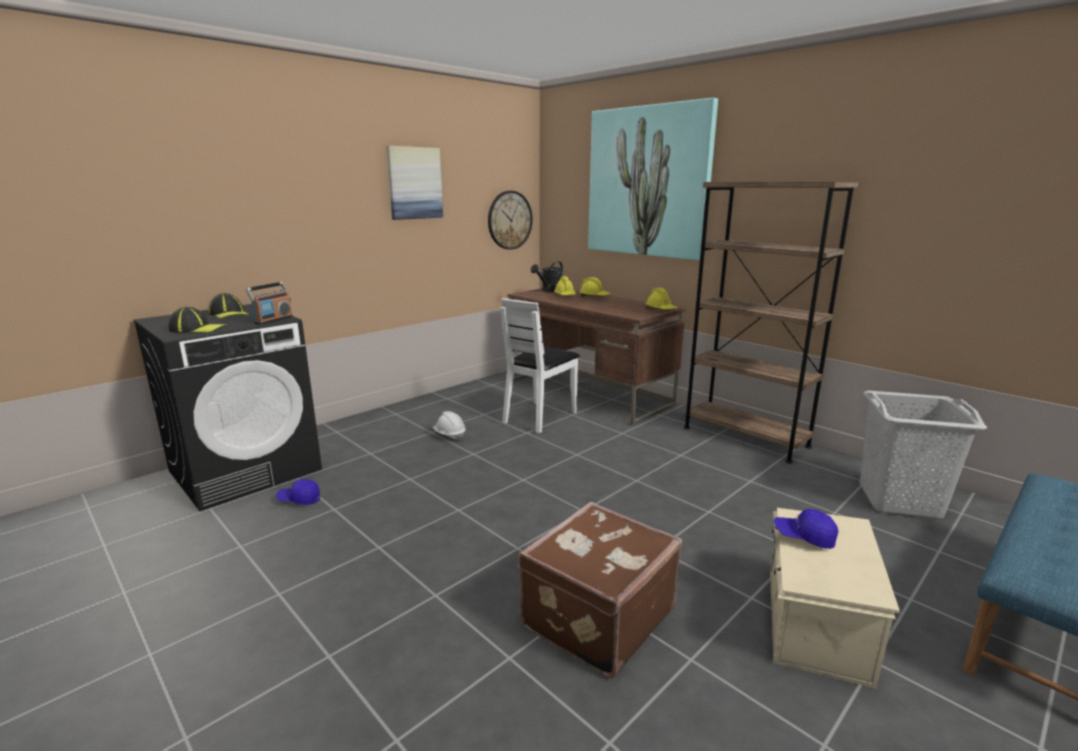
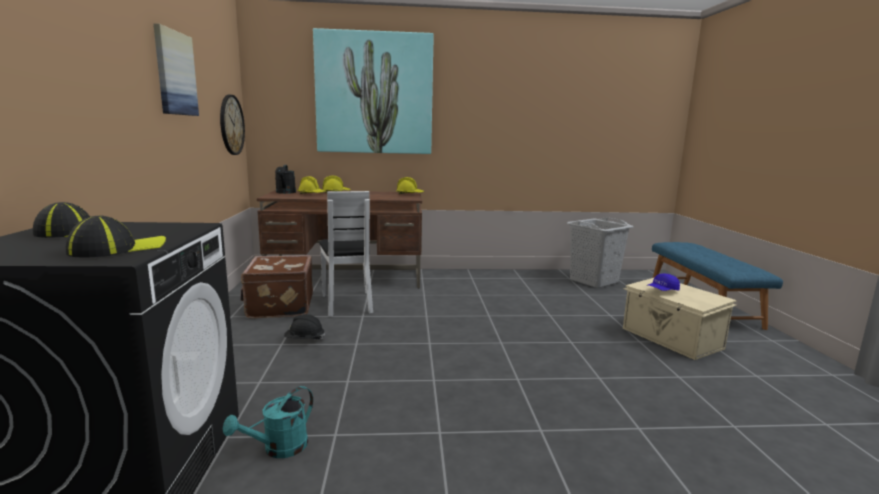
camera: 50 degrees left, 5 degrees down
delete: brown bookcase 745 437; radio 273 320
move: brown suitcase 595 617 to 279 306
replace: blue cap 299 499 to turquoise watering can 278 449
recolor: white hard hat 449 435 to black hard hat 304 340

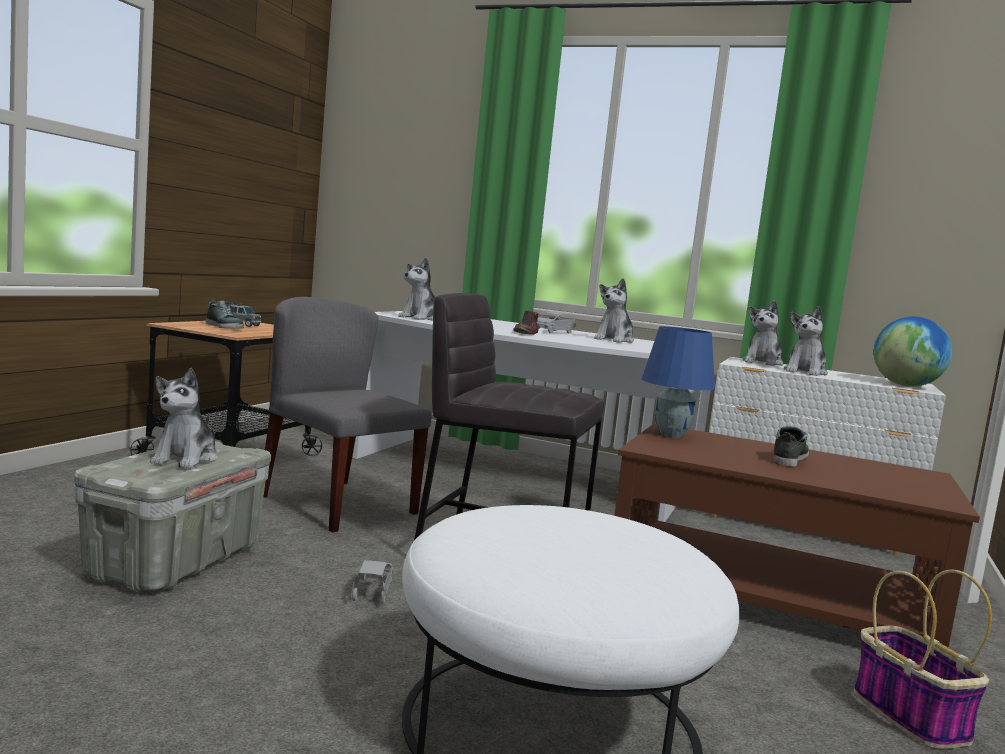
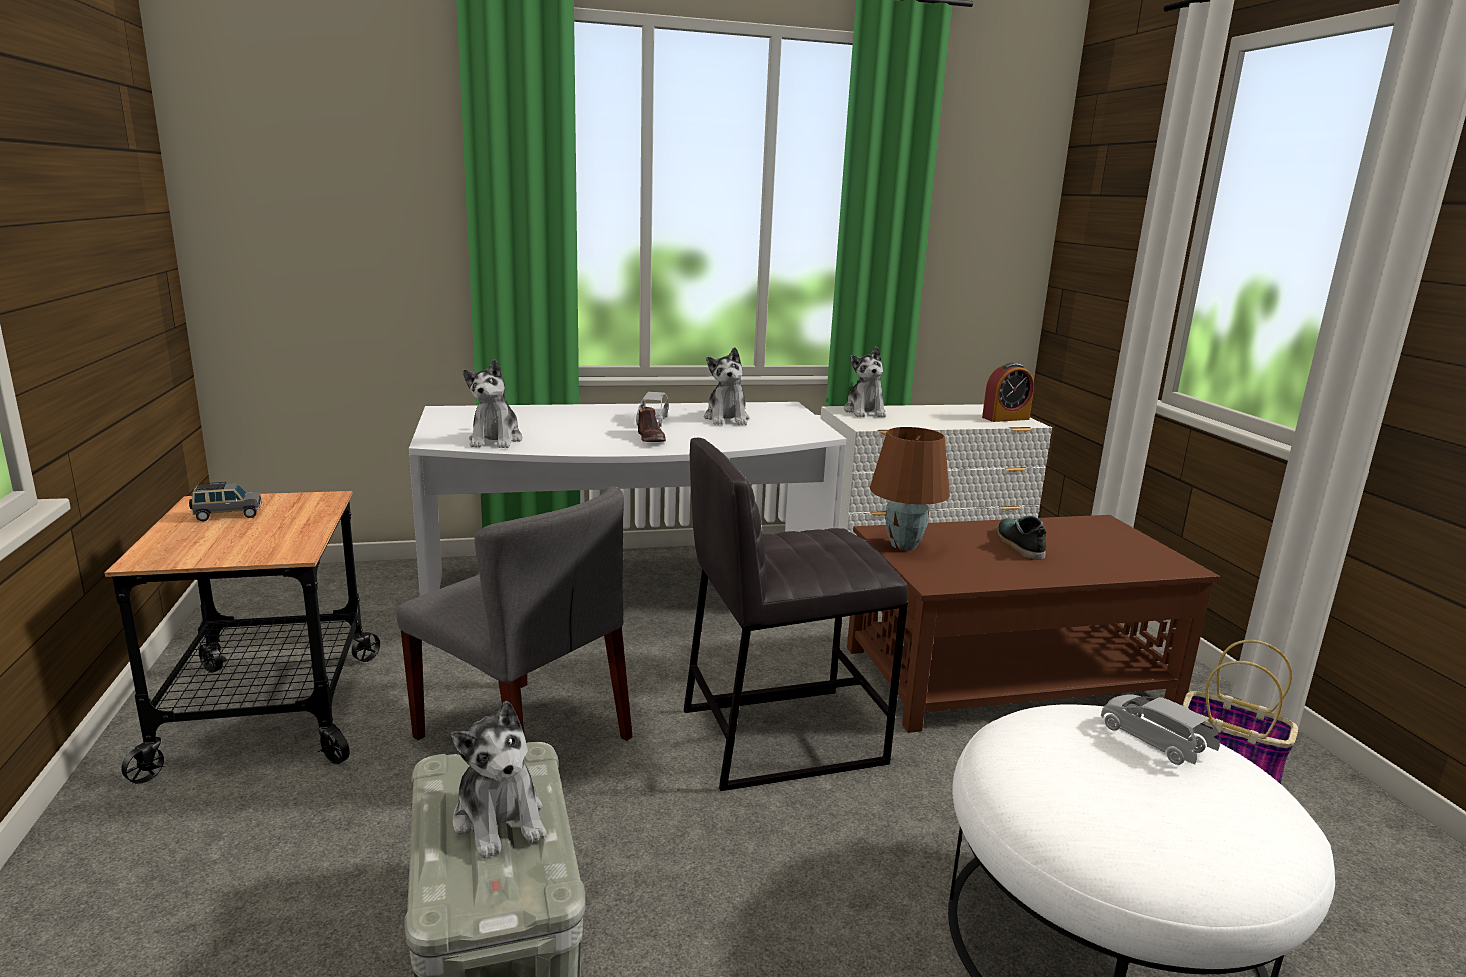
camera: 35 degrees left, 10 degrees up
delete: shoe 225 326; plush toy 805 372
move: grey toy car 372 591 to 1153 740
replace: globe 906 386 to alarm clock 1005 418
recolor: blue table lamp 670 435 to brown table lamp 902 545
rotate: grey chair 337 504 = 525 738 150 degrees counterclockwise

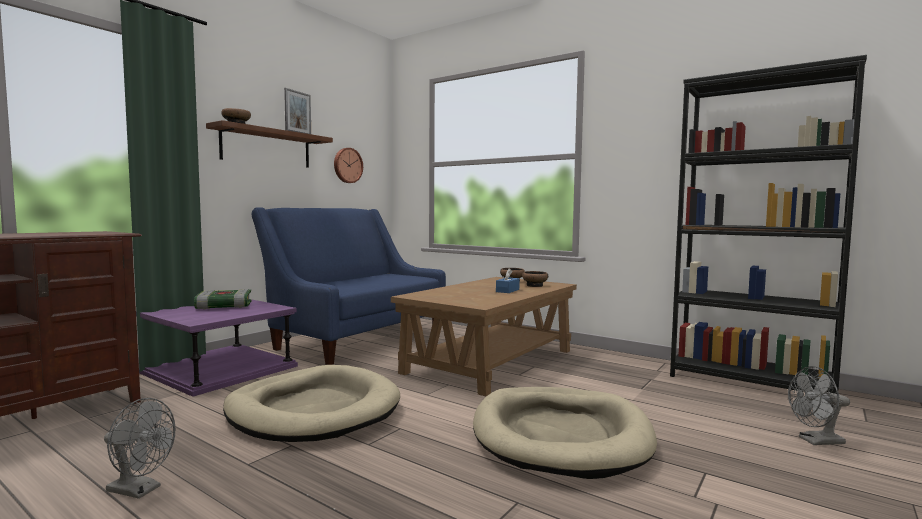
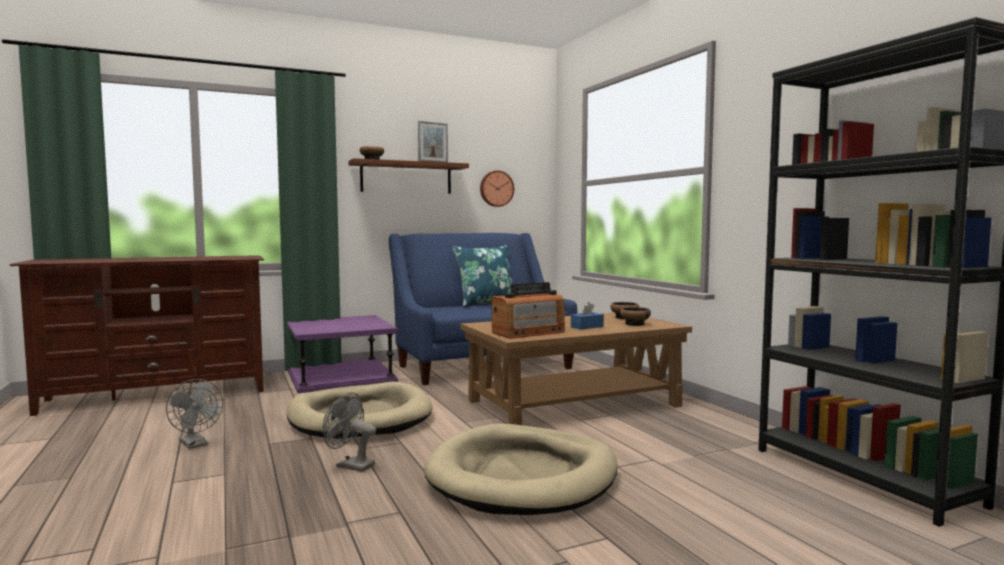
camera: 30 degrees right, 0 degrees up
delete: book 223 306
insert: blue pillow 486 304; radio 528 333
move: grey fan 816 441 to 350 465

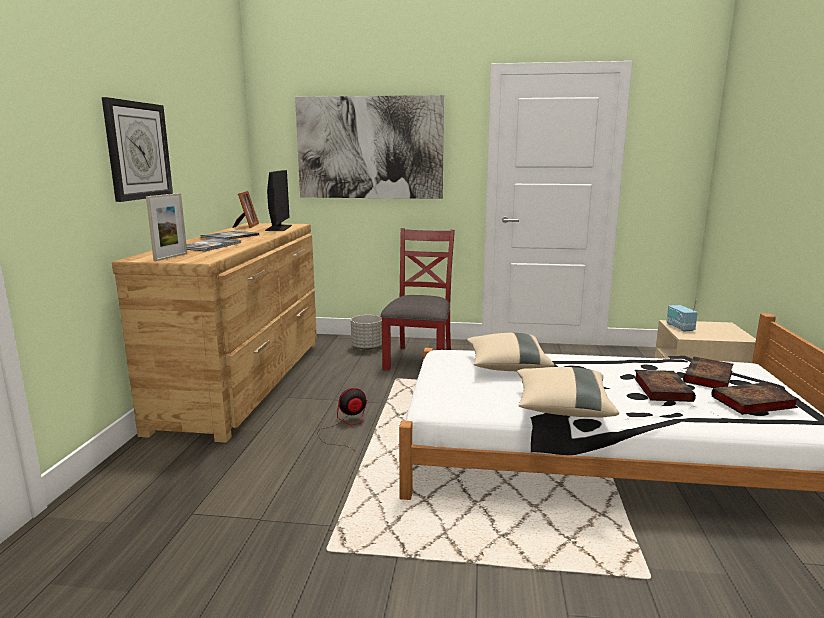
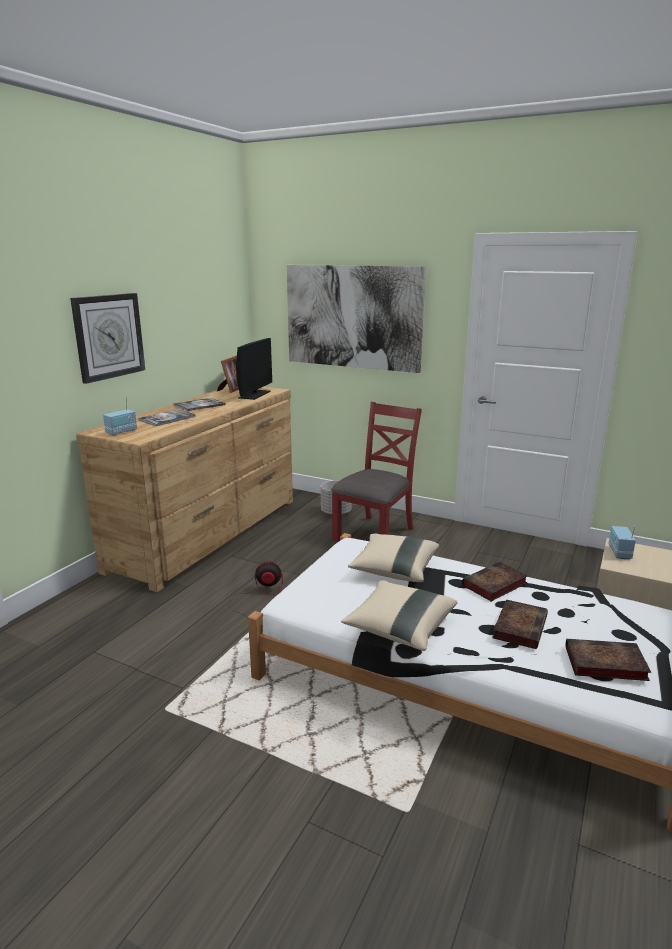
camera: 20 degrees right, 5 degrees up
move: book 708 378 to 494 585
replace: picture frame 171 257 to radio 121 432

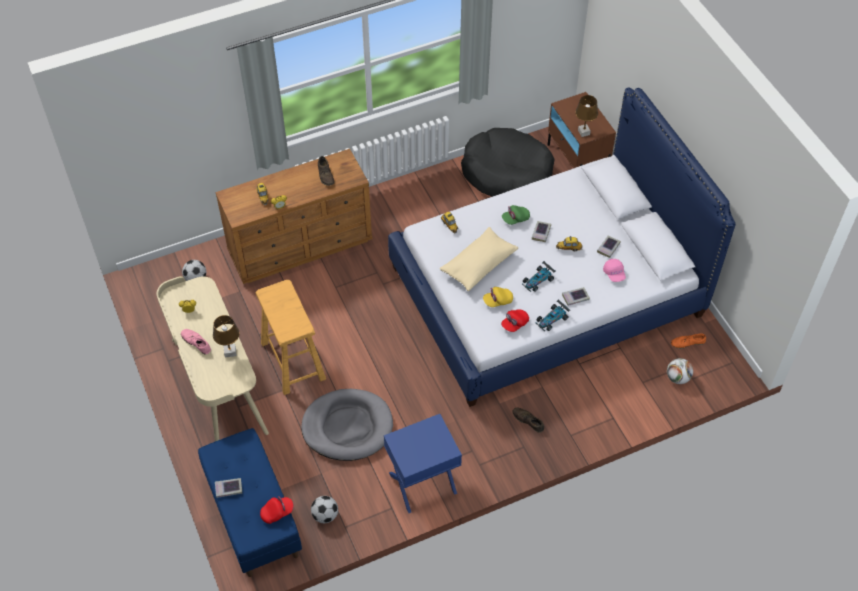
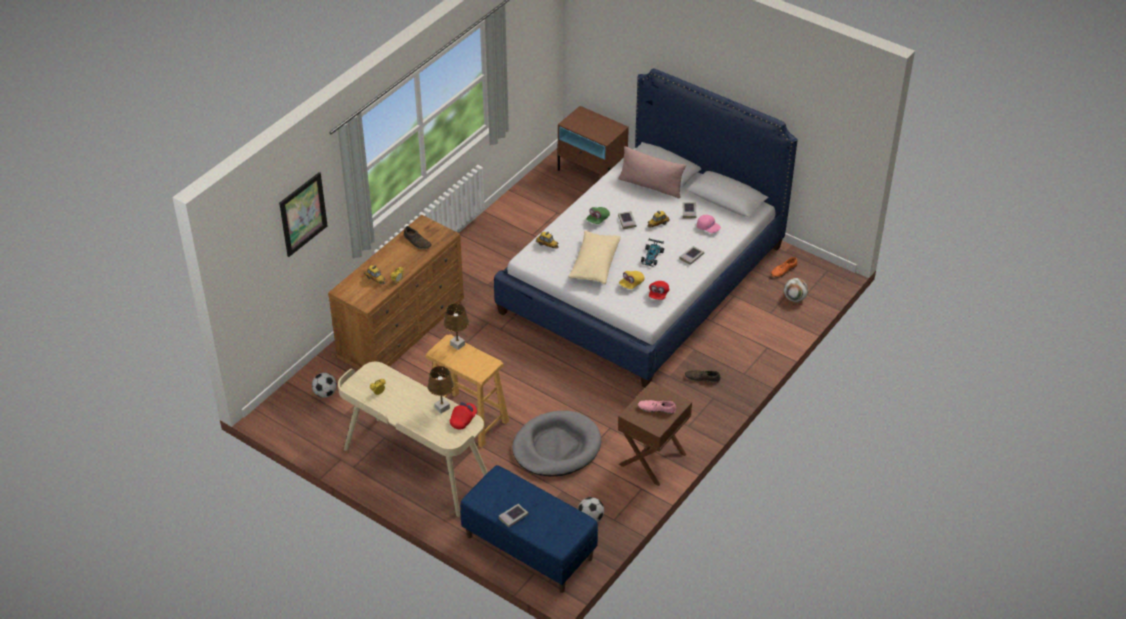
camera: 30 degrees left, 10 degrees down
delete: black dog bed 507 174; toy car 552 319
insert: pink pillow 650 186; picture 303 214
move: brown table lamp 583 132 to 457 345; pink shoe 196 343 to 656 409; red cap 277 512 to 463 420
recolor: blue nightstand 423 483 to brown nightstand 653 460

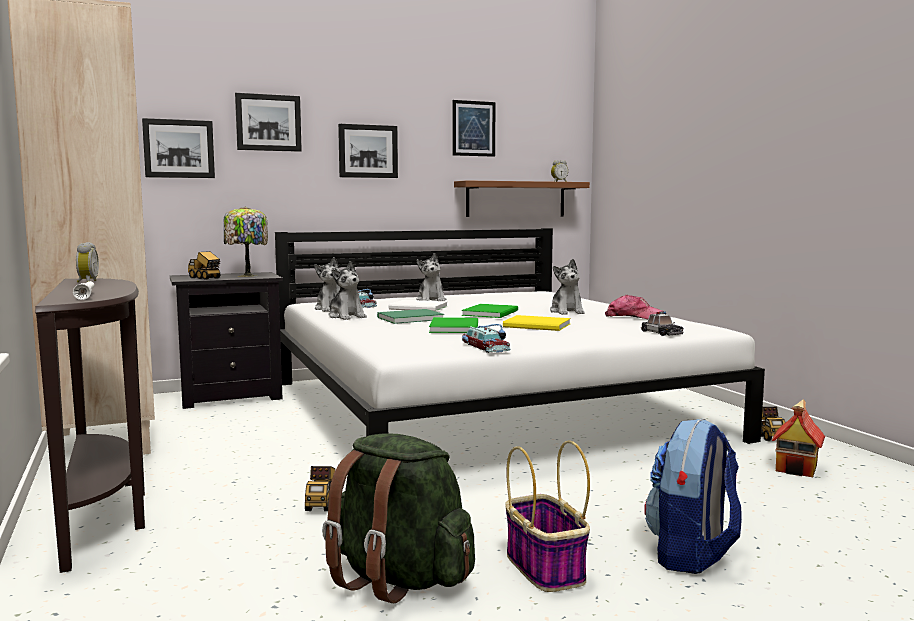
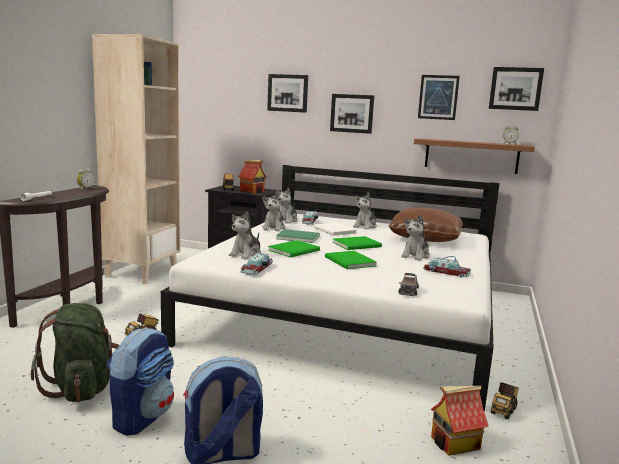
camera: 40 degrees right, 5 degrees up
insert: brown pillow 425 238; plush toy 246 254
move: picture 179 149 to 515 88
replace: table lamp 246 276 to toy house 252 191; cap 633 317 to toy car 446 272; basket 543 567 to backpack 142 417
recolor: yellow book 538 326 to green book 349 262

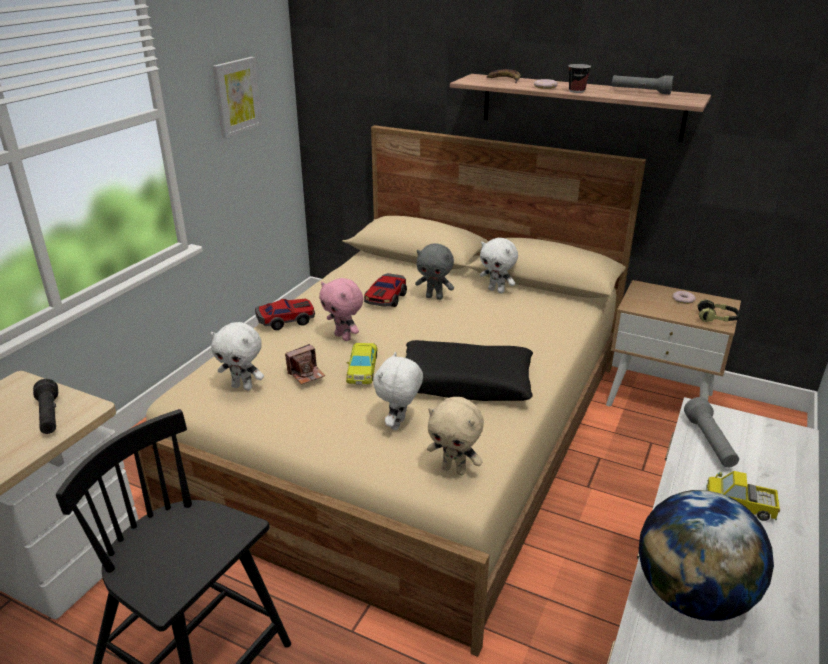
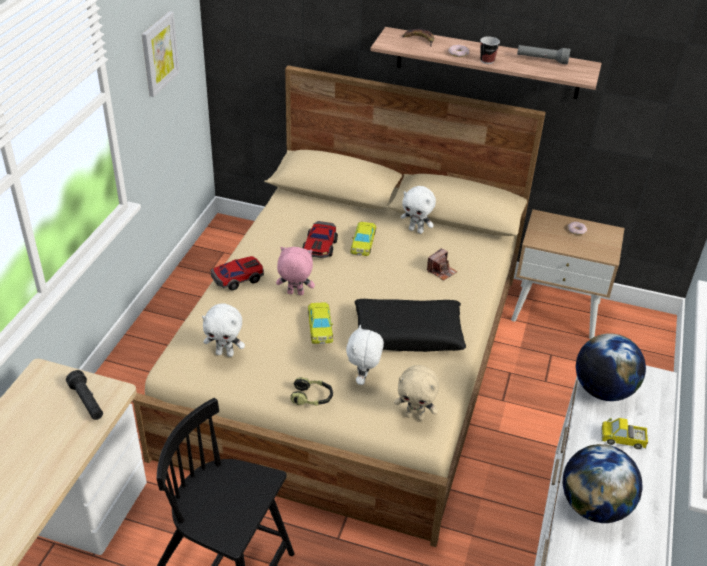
camera: 10 degrees left, 10 degrees up
move: headphones 717 319 to 312 398; photo camera 306 374 to 441 271
replace: grey plush toy 434 297 to yellow toy car 363 242; grey flashlight 709 443 to globe 602 390
rotate: pink plush toy 344 337 = 295 294 150 degrees clockwise

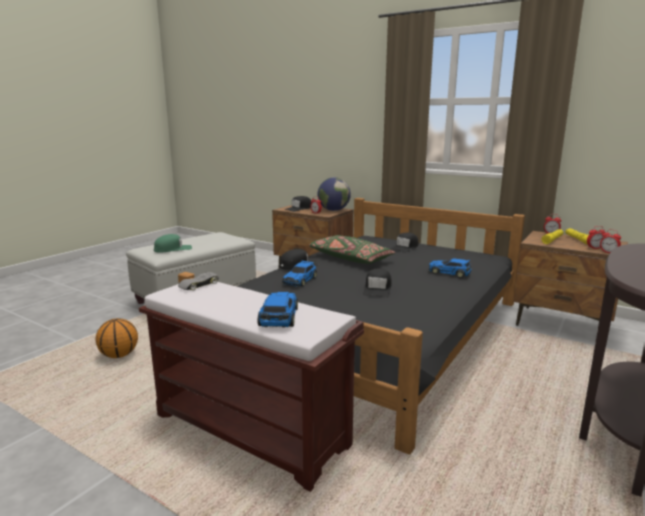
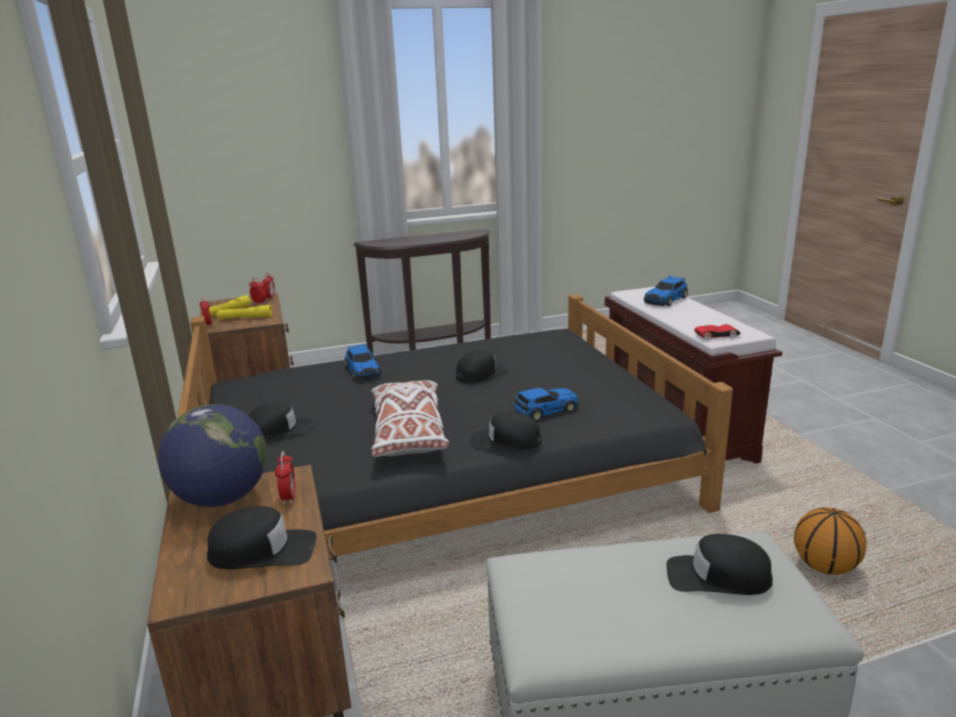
camera: 140 degrees left, 5 degrees up
recolor: green cap 173 249 to black cap 717 576; green pillow 350 258 to white pillow 408 432; grey toy car 198 285 to red toy car 717 335

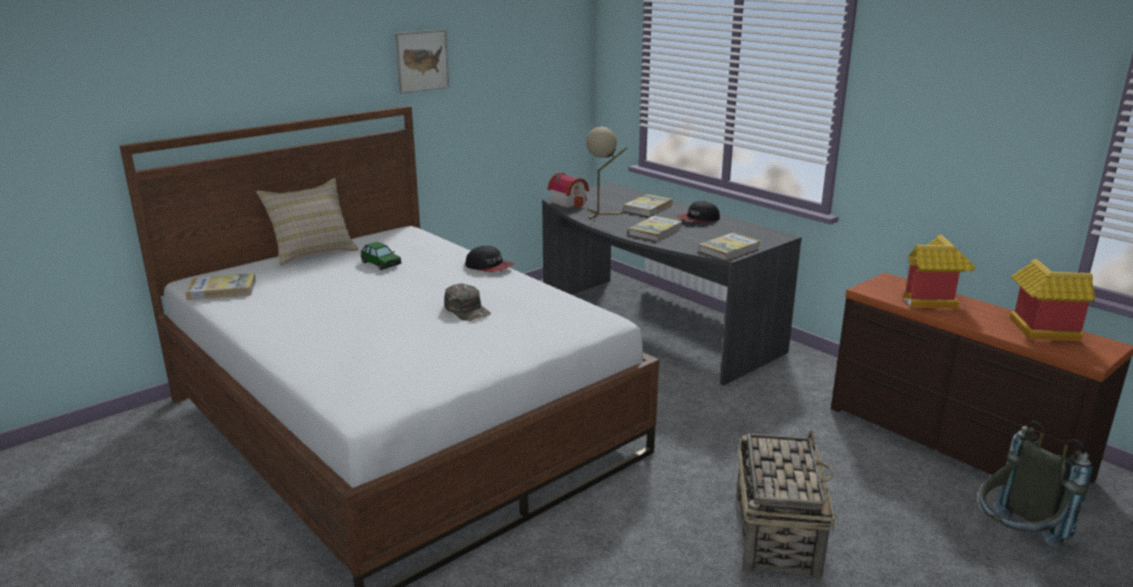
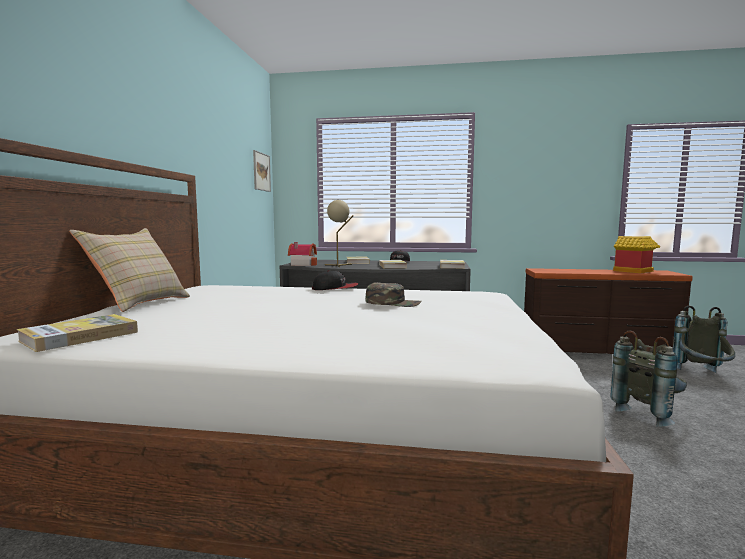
camera: 40 degrees left, 15 degrees down
delete: toy house 933 301; toy car 381 263
move: picture 422 61 to 261 171
replace: basket 776 534 to grey backpack 648 413

